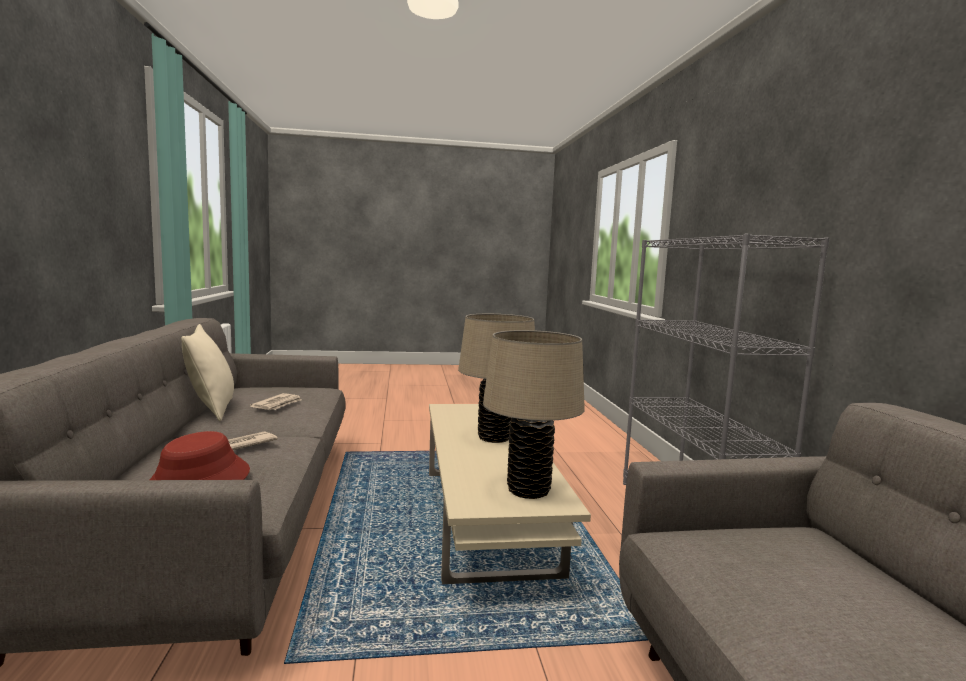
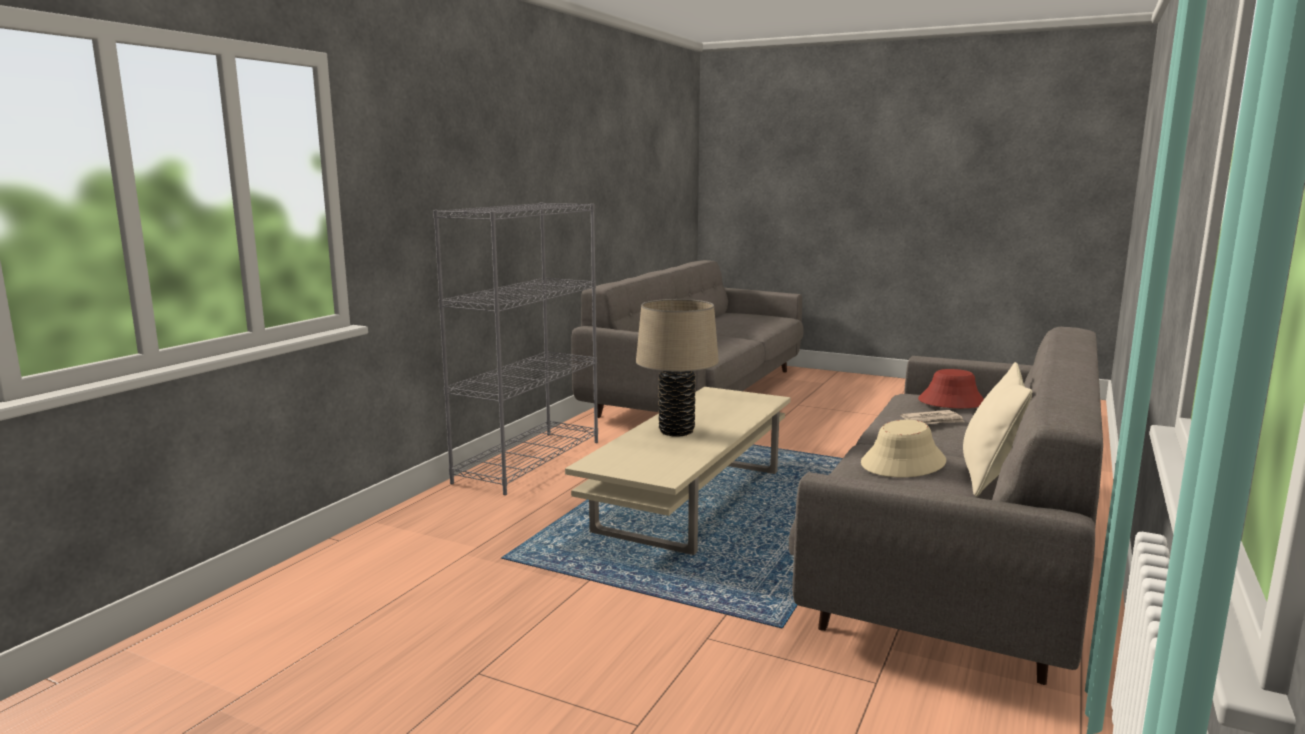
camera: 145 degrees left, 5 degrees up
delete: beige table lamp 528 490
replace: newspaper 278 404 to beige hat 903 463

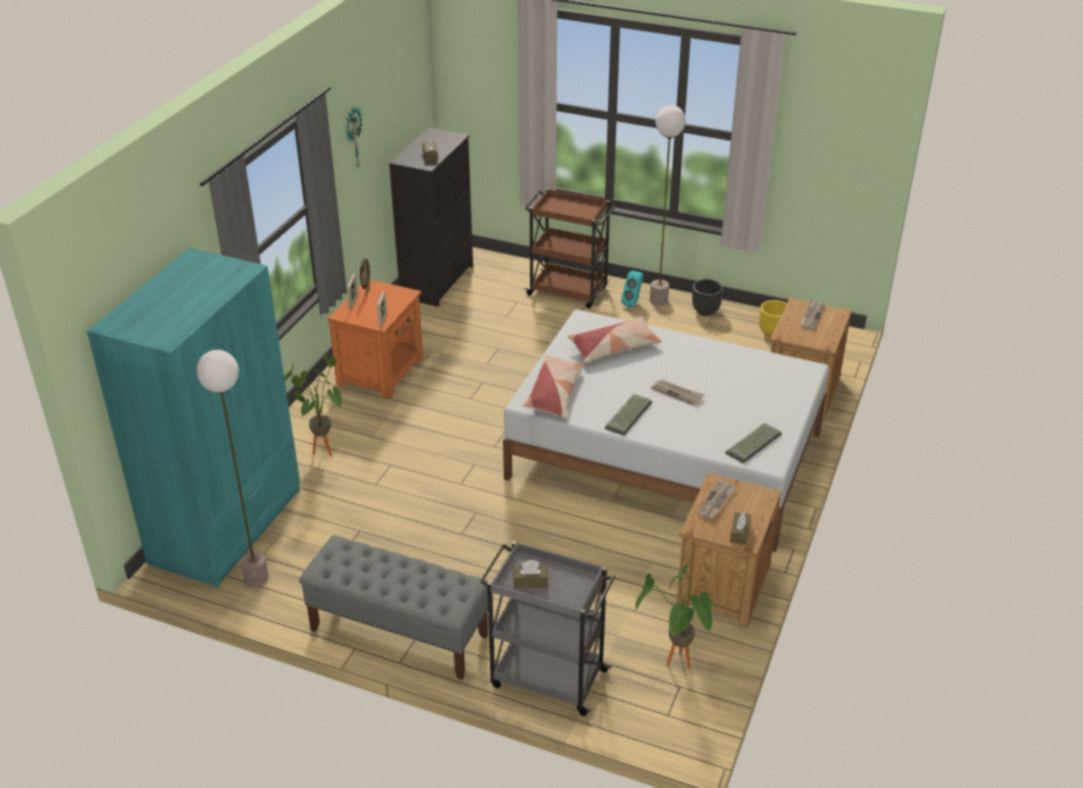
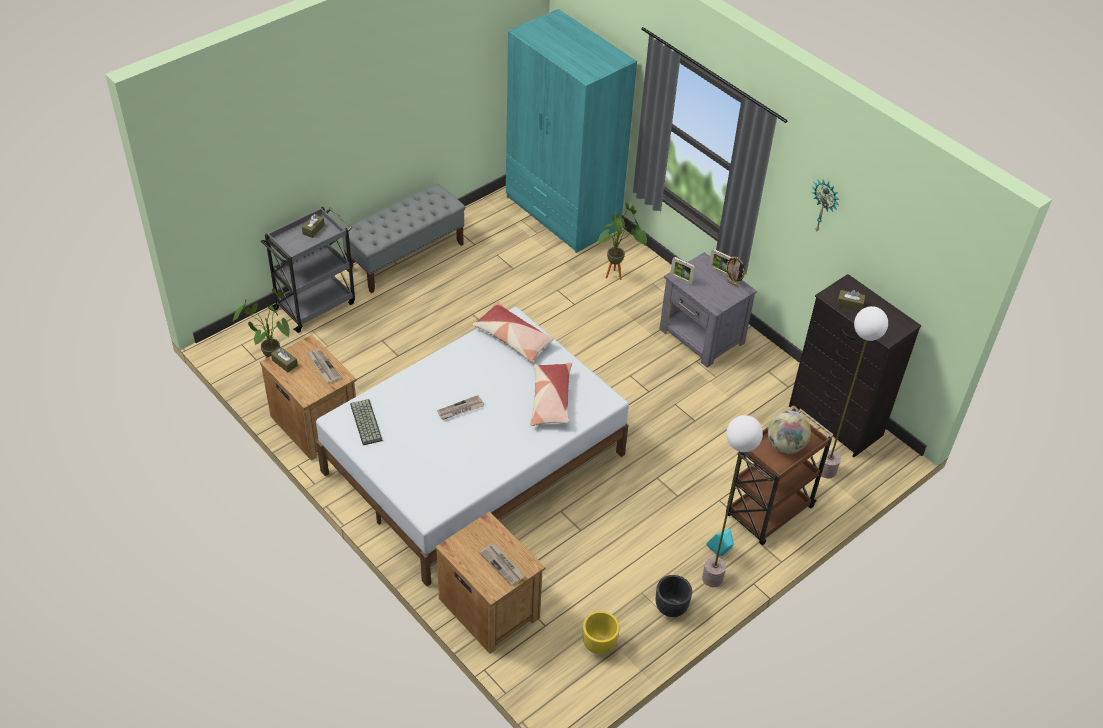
camera: 115 degrees right, 10 degrees up
delete: keyboard 629 416
insert: globe 785 445
move: floor lamp 256 578 to 826 470
recolor: orange nightstand 382 371 to grey nightstand 702 337

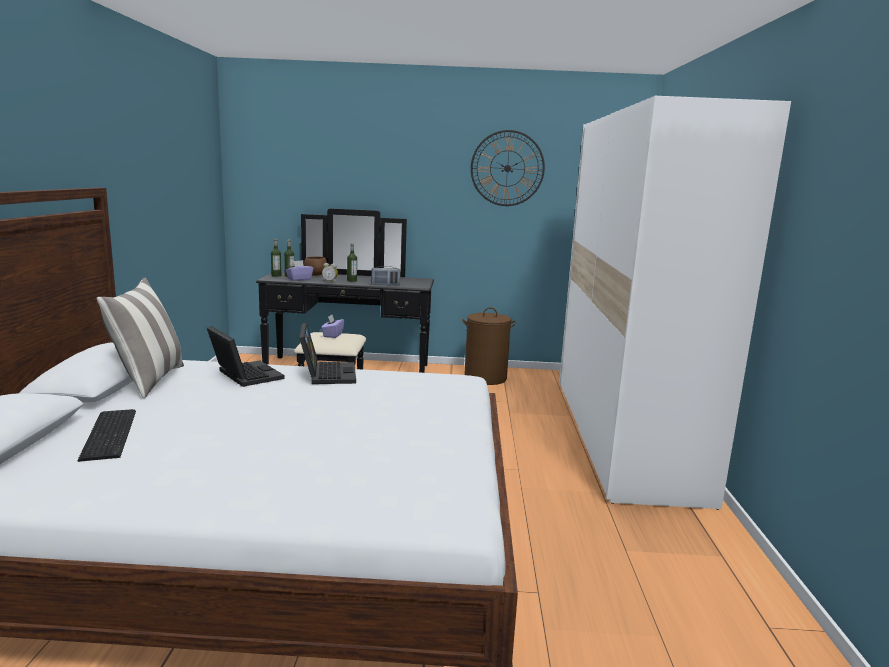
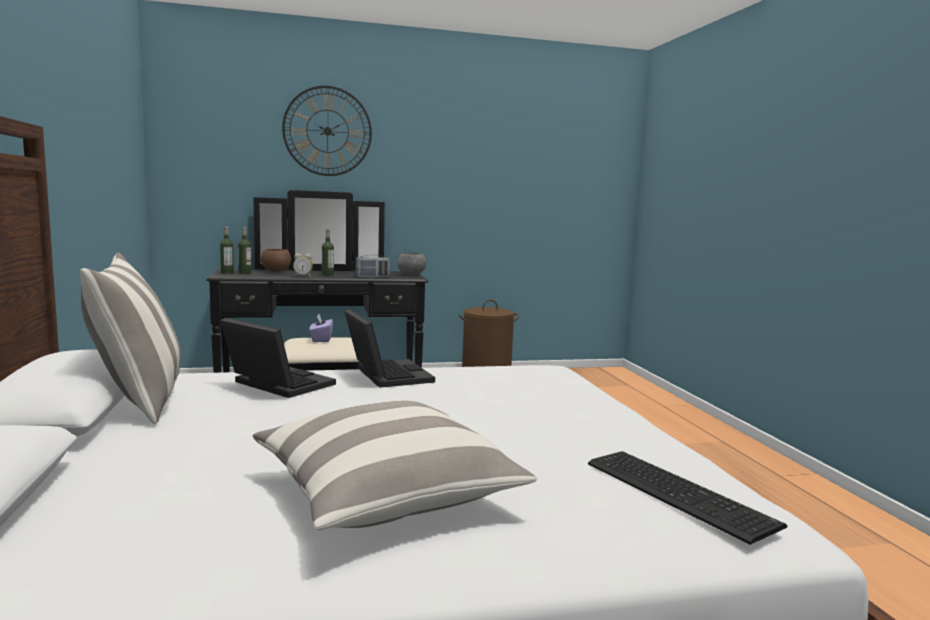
camera: 15 degrees left, 5 degrees down
delete: white wardrobe 623 436; purple tissue box 299 279
insert: grey bowl 411 275; pillow 386 494
move: wall clock 507 168 to 327 131; keyboard 112 433 to 678 491

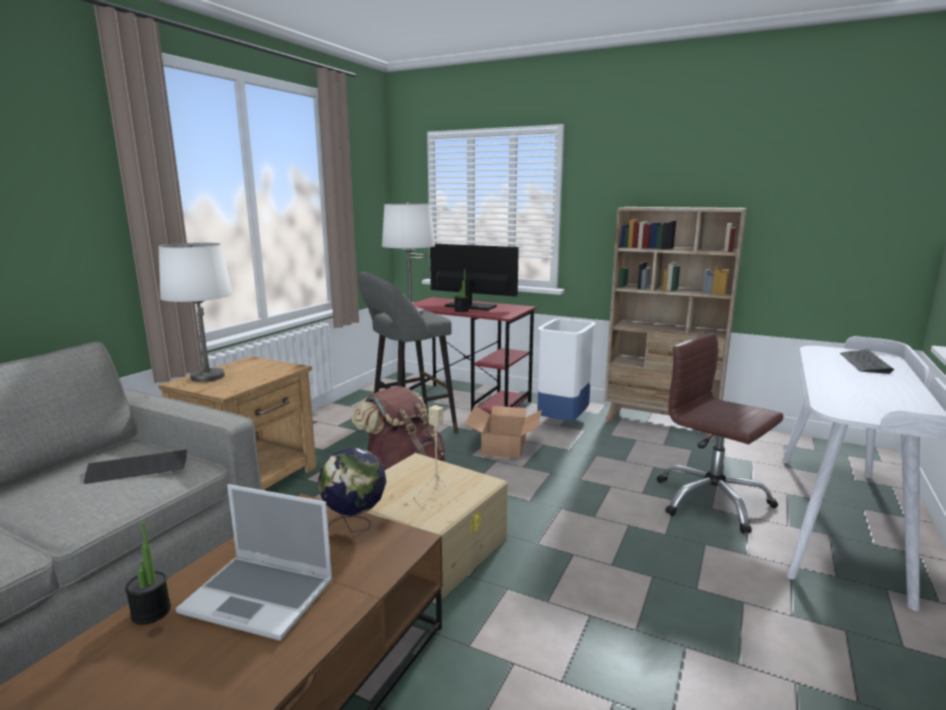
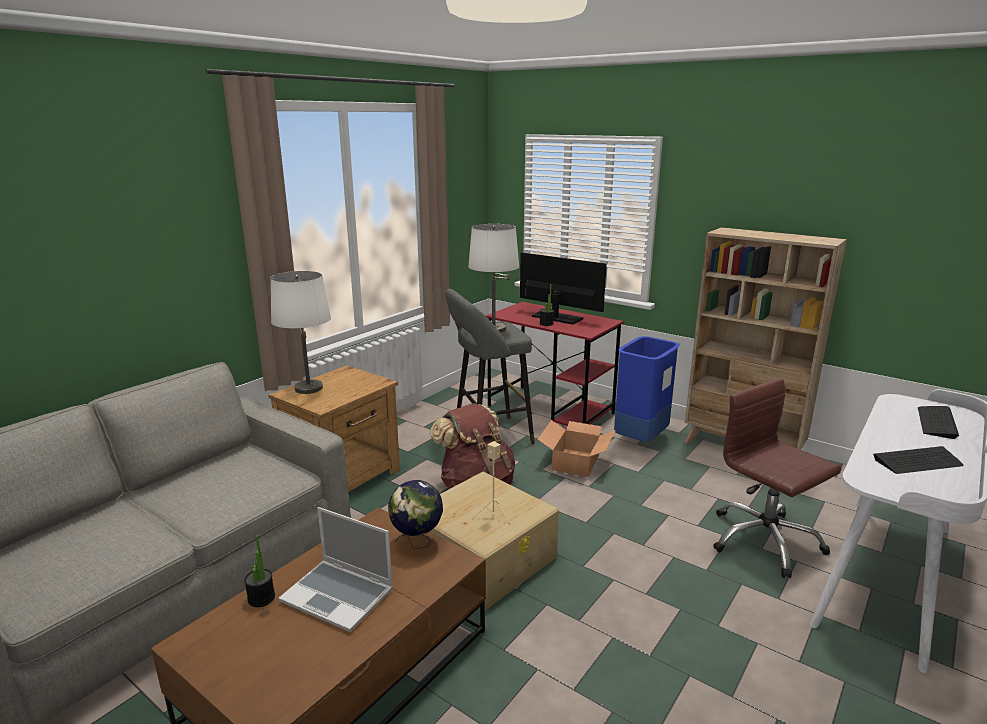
camera: 10 degrees right, 5 degrees up
move: keyboard 137 468 to 917 462
recolor: white trash can 562 421 to blue trash can 640 439

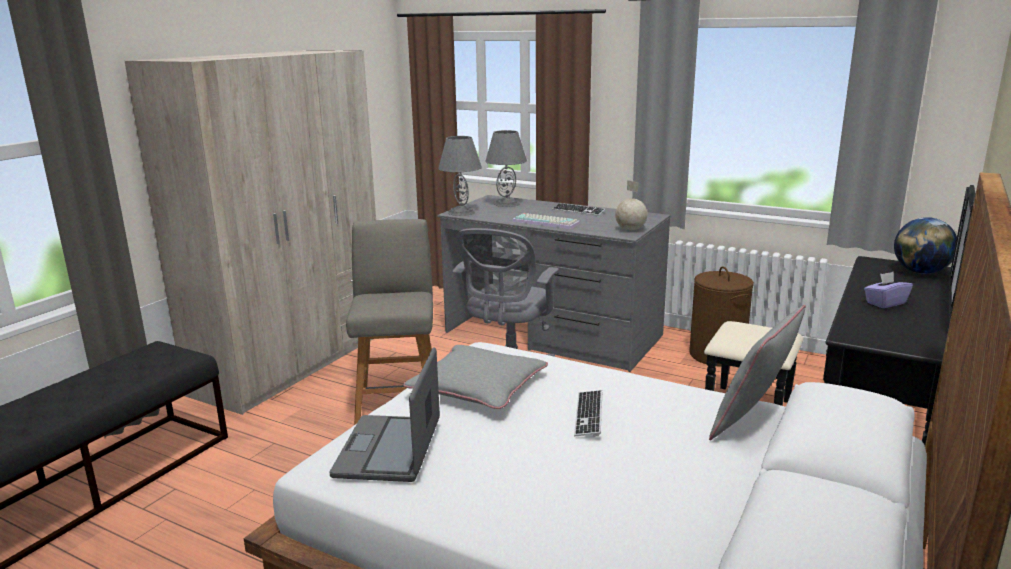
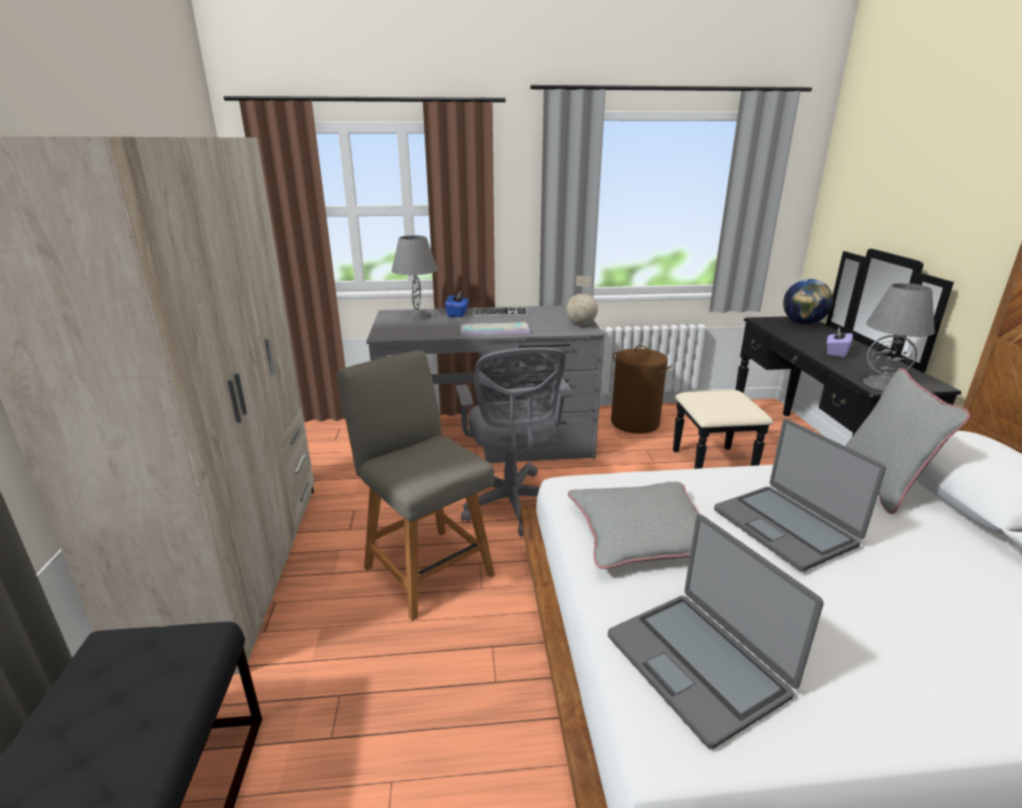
camera: 35 degrees left, 5 degrees up
insert: blue tissue box 457 314
move: grey table lamp 462 212 to 883 384
replace: keyboard 588 415 to laptop 785 527

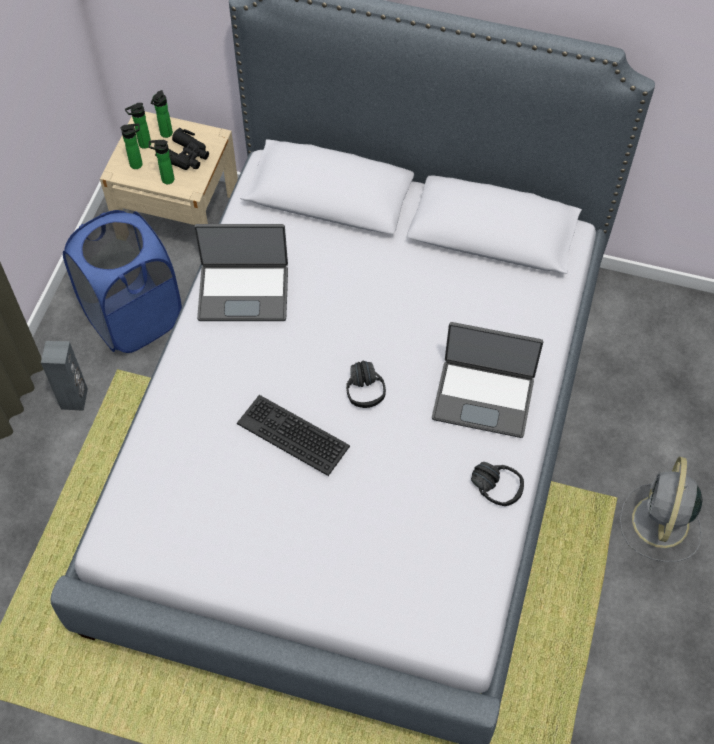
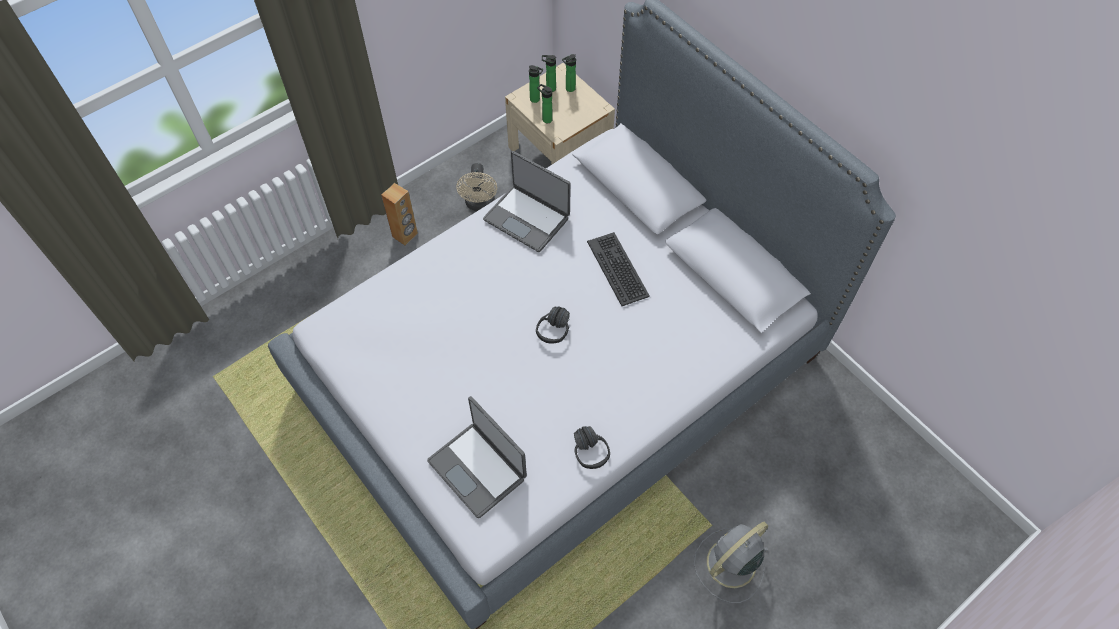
camera: 35 degrees right, 0 degrees up
delete: black binoculars 185 156
move: laptop 483 397 to 478 468; keyboard 293 434 to 618 269
replace: blue laundry basket 134 318 to beige fan 480 204
recolor: grey speaker 75 399 to brown speaker 405 235

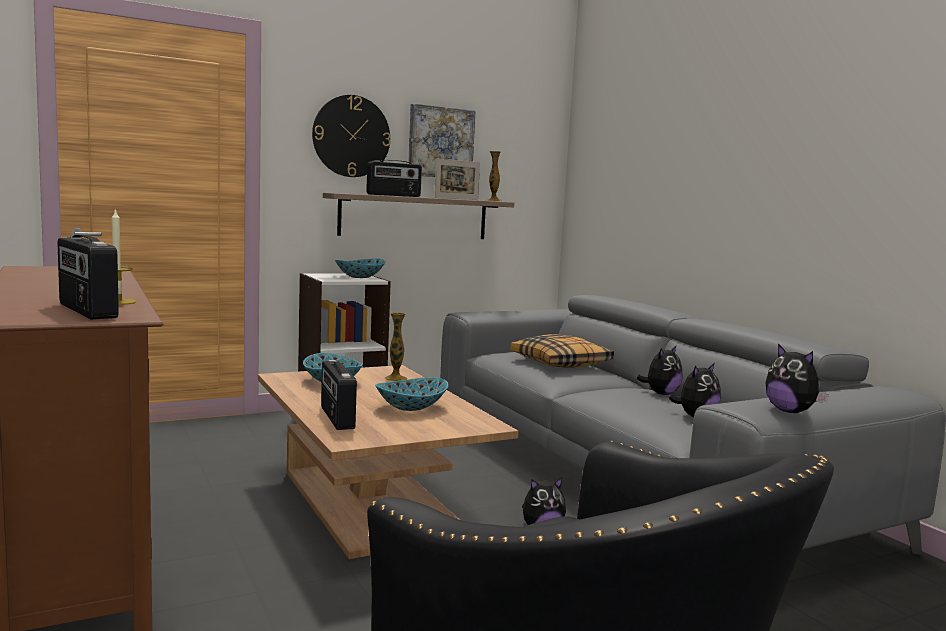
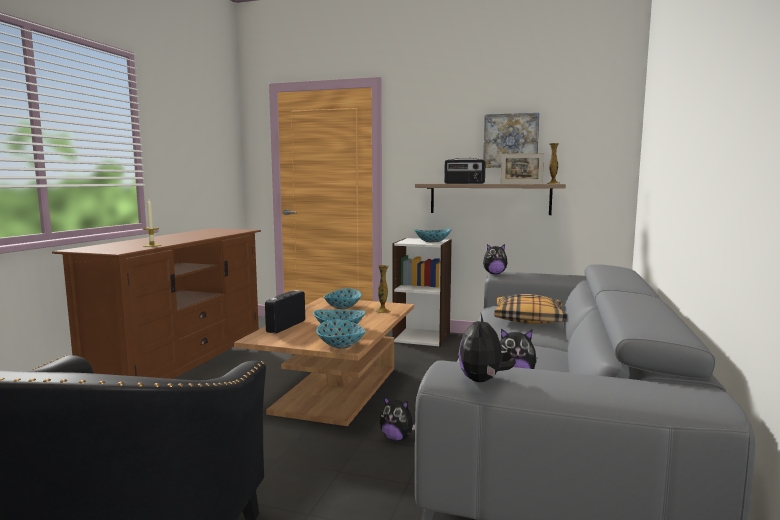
camera: 45 degrees right, 0 degrees up
delete: wall clock 351 136; radio 86 311
insert: bowl 341 345
move: plush toy 661 394 to 494 274

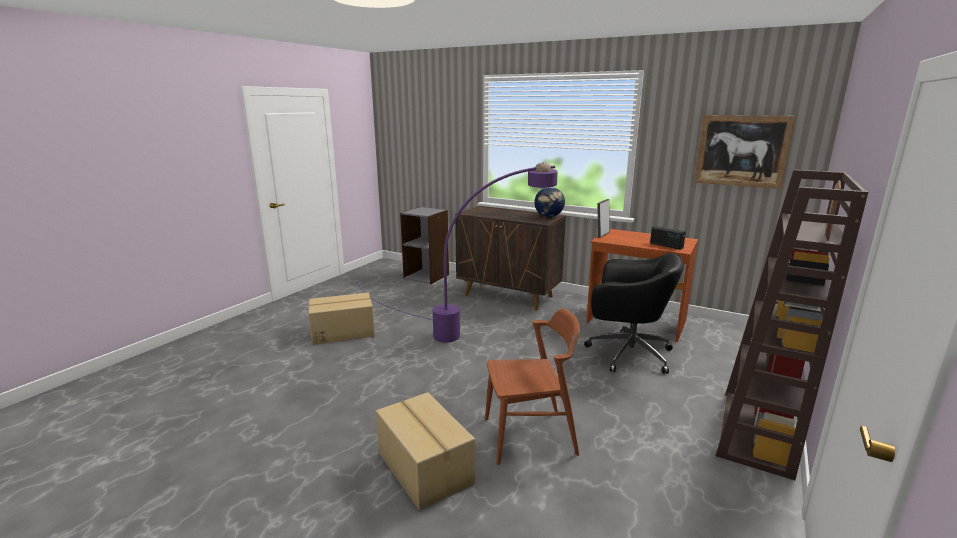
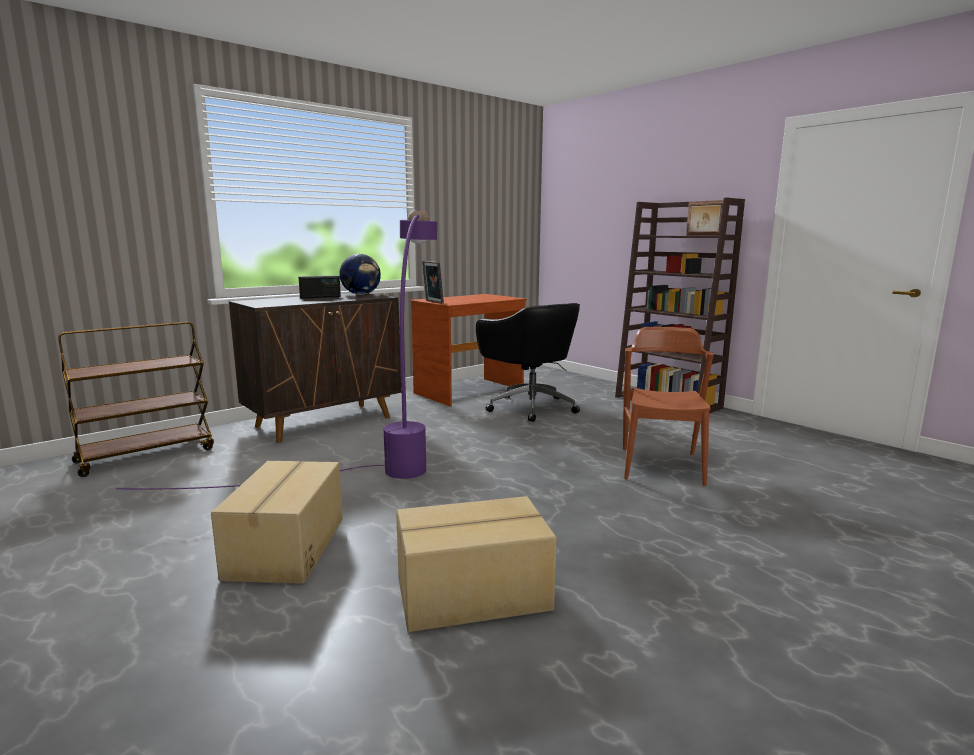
camera: 70 degrees left, 5 degrees down
delete: picture 741 151
move: radio 666 245 to 320 297; cardboard box 424 468 to 474 594
replace: grey bookcase 426 276 to brown cart 147 455
rotate: black office chair 626 353 = 530 407 105 degrees clockwise

